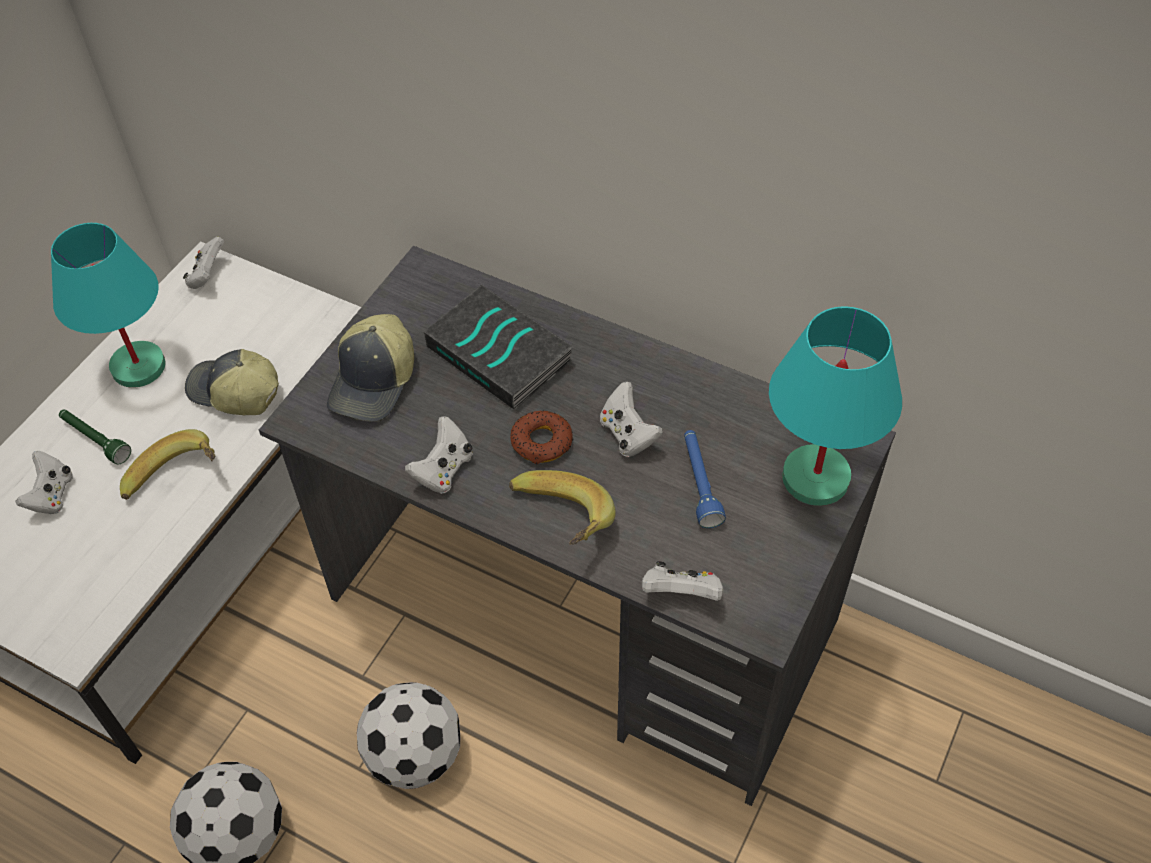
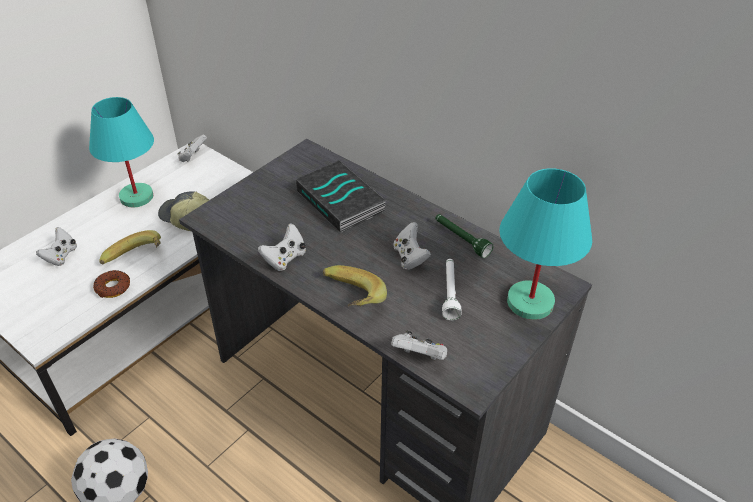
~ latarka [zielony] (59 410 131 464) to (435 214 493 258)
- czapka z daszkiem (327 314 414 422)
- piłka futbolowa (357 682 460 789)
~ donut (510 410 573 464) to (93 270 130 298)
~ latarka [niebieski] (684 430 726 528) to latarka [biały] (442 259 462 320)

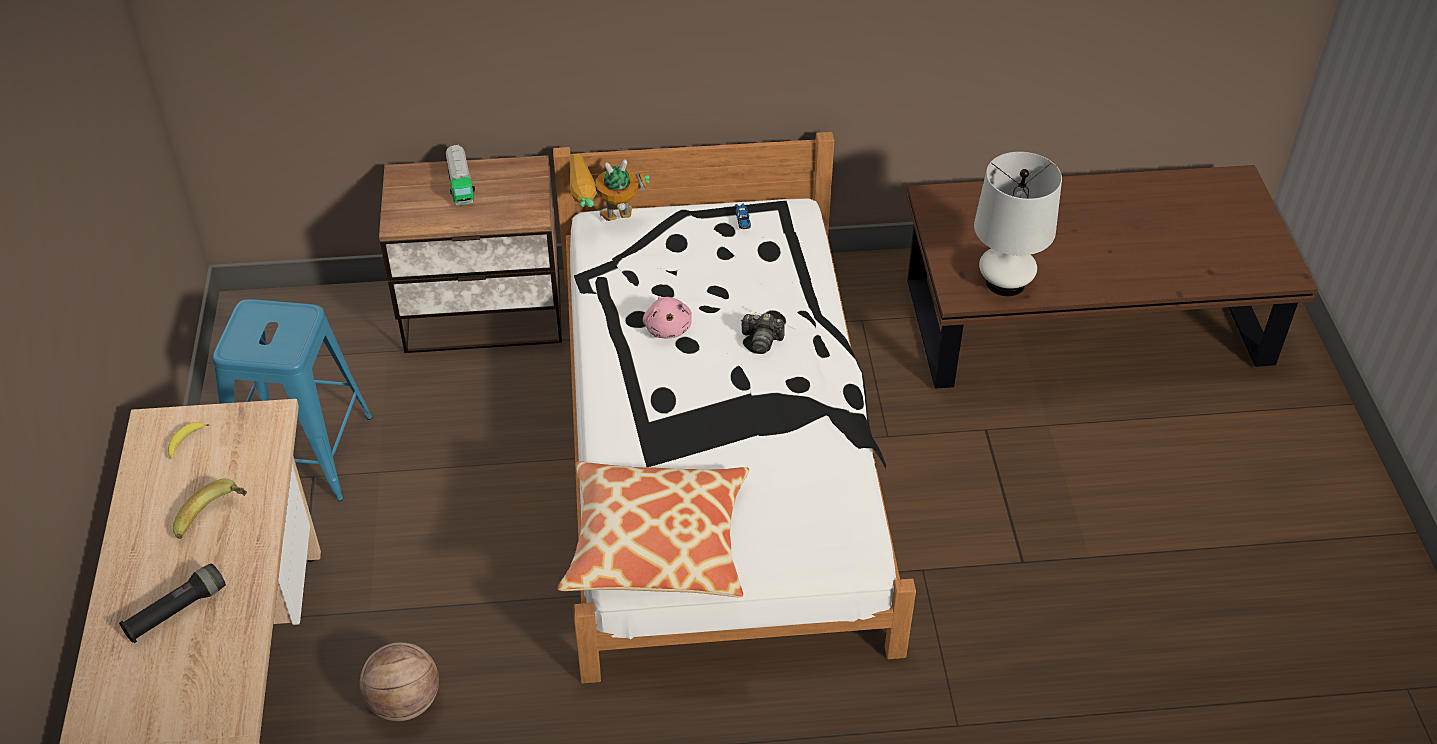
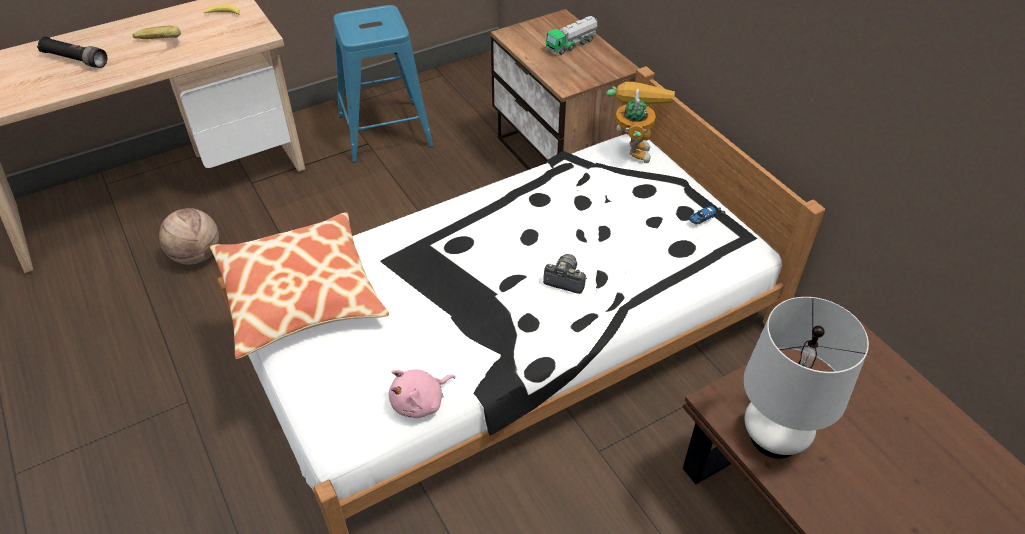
~ robot zabawkowy (570 154 650 221) = (607 82 675 163) 45 degrees clockwise
~ pluszak [różowy] (643 296 692 338) to (389 369 456 418)
~ aparat fotograficzny (741 313 785 354) = (543 254 587 294) 120 degrees clockwise

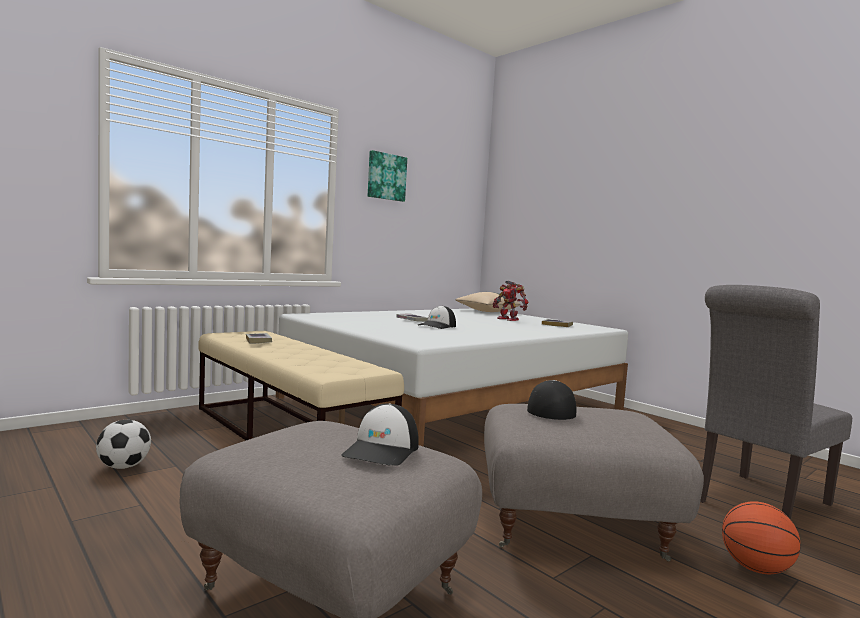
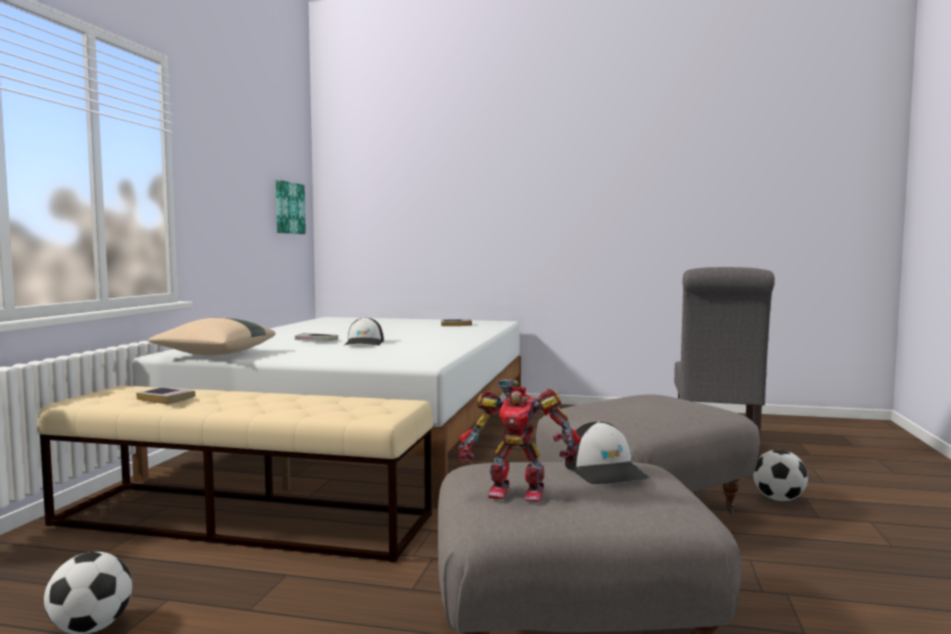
~ obraz (368 150 407 202) to (276 180 306 234)
~ poduszka [beżowy] (455 292 521 312) to (148 318 276 355)
~ robot zabawkowy (493 281 528 321) to (458 379 581 502)
- czapka z daszkiem (527 380 576 420)
~ piłka do koszykówki (722 501 801 574) to piłka futbolowa (753 450 808 501)

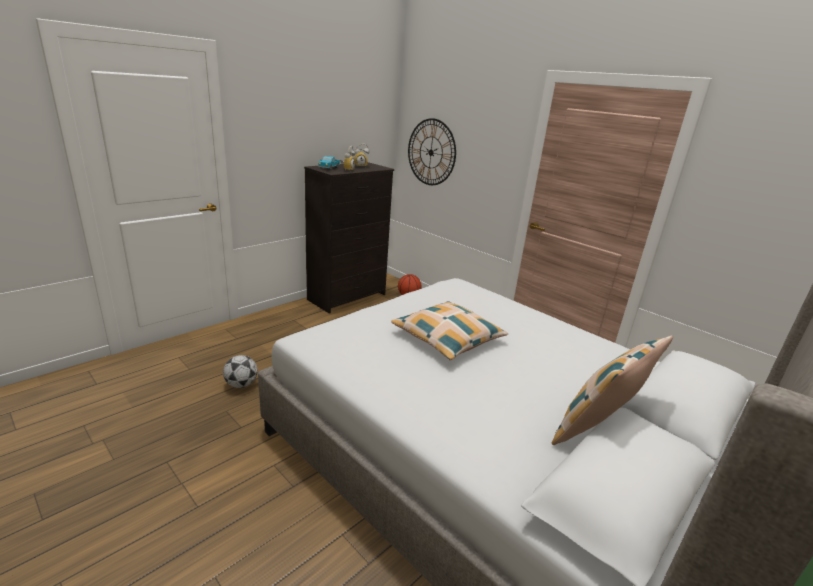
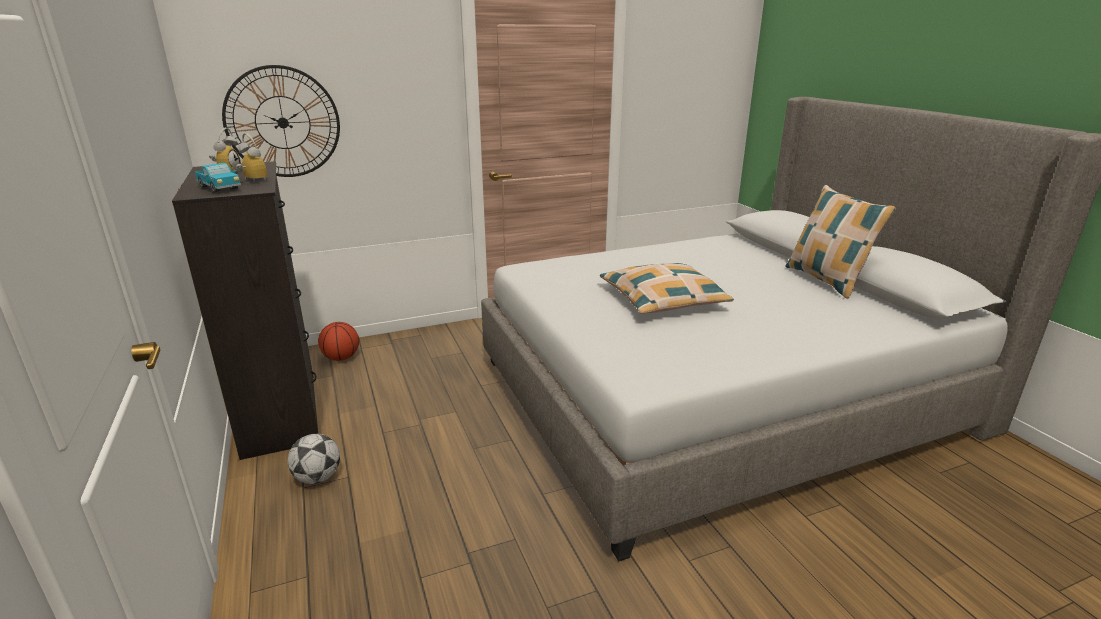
~ piłka futbolowa (223 355 257 388) to (288 434 340 484)

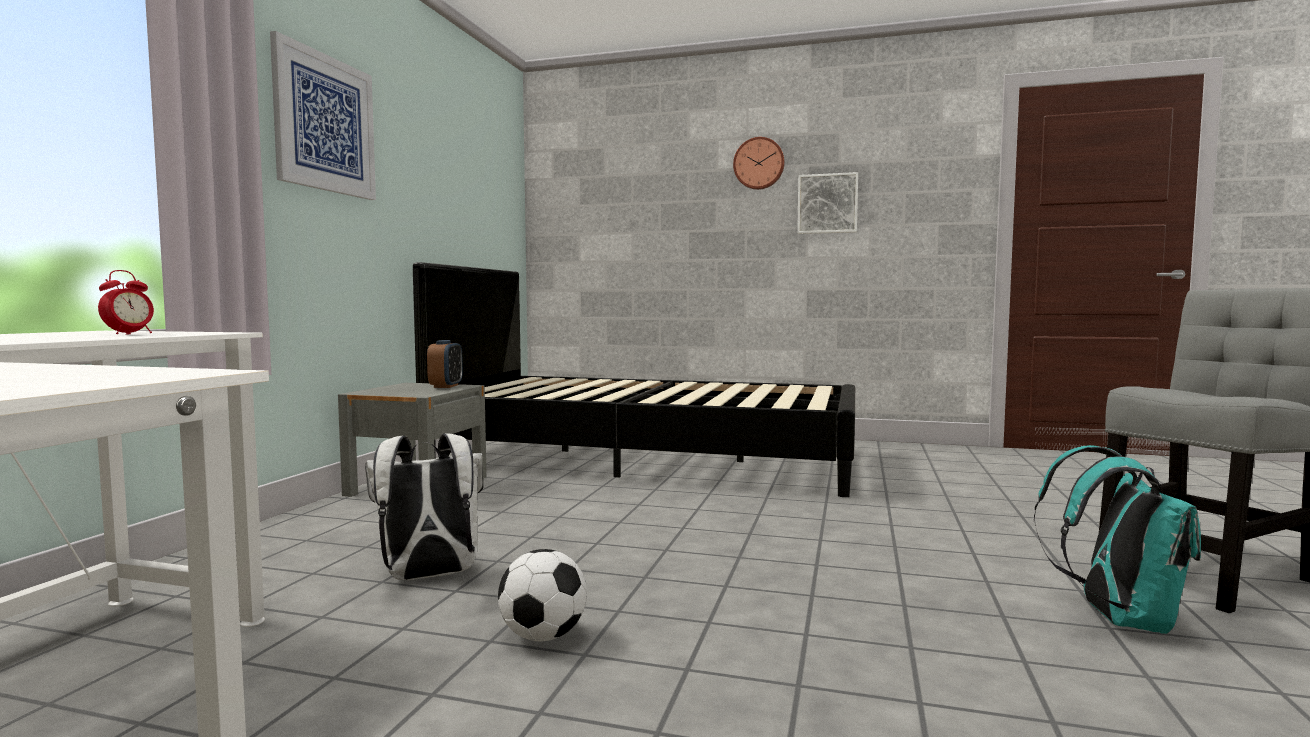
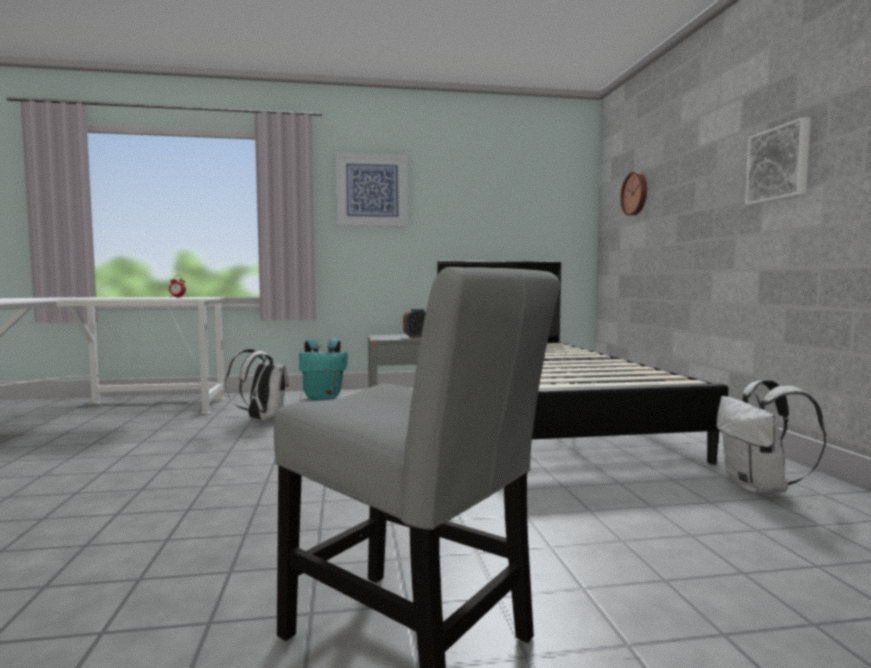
- piłka futbolowa (498 549 587 641)
~ zegar ścienny (733 137 785 190) to (621 172 647 216)
~ plecak [turkusowy] (1034 445 1201 634) to (299 338 348 400)
+ plecak [biały] (717 379 826 493)

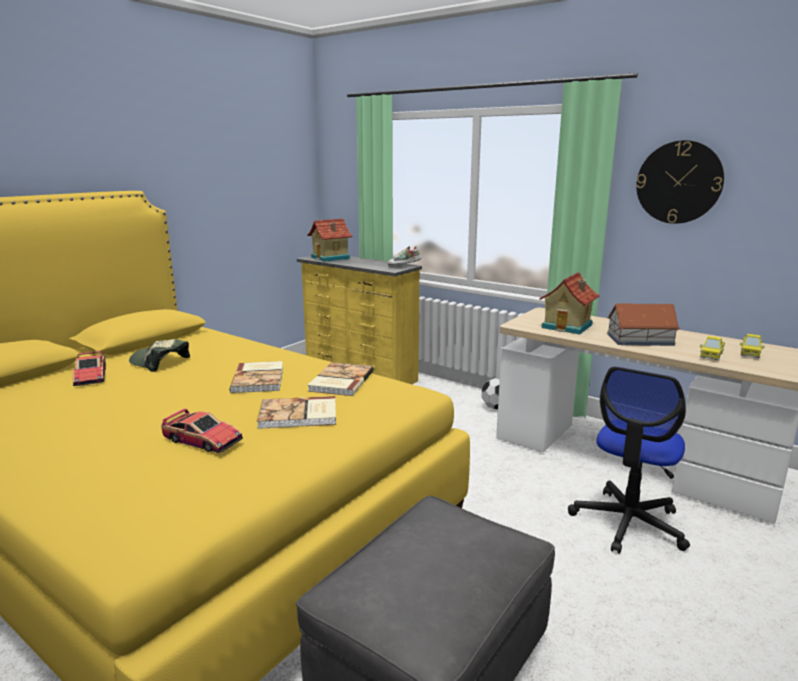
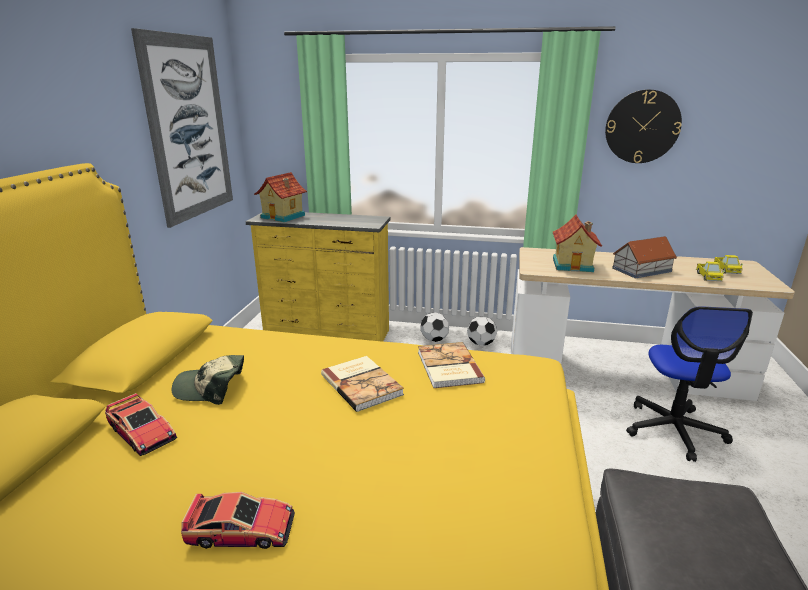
~ samochodzik (161 408 243 453) to (181 492 295 549)
- książka (257 396 336 429)
- but (388 246 421 267)
+ obraz (131 28 233 228)
+ piłka futbolowa (421 312 449 342)

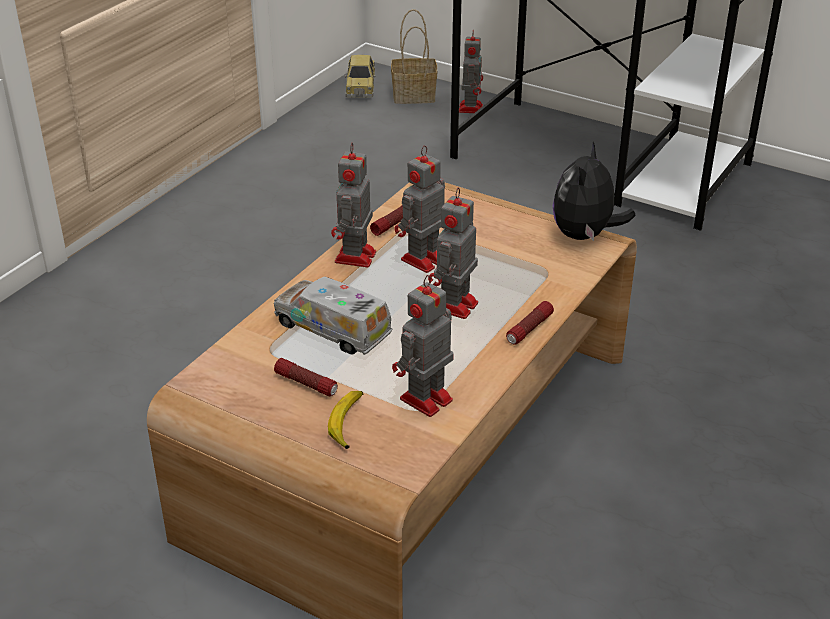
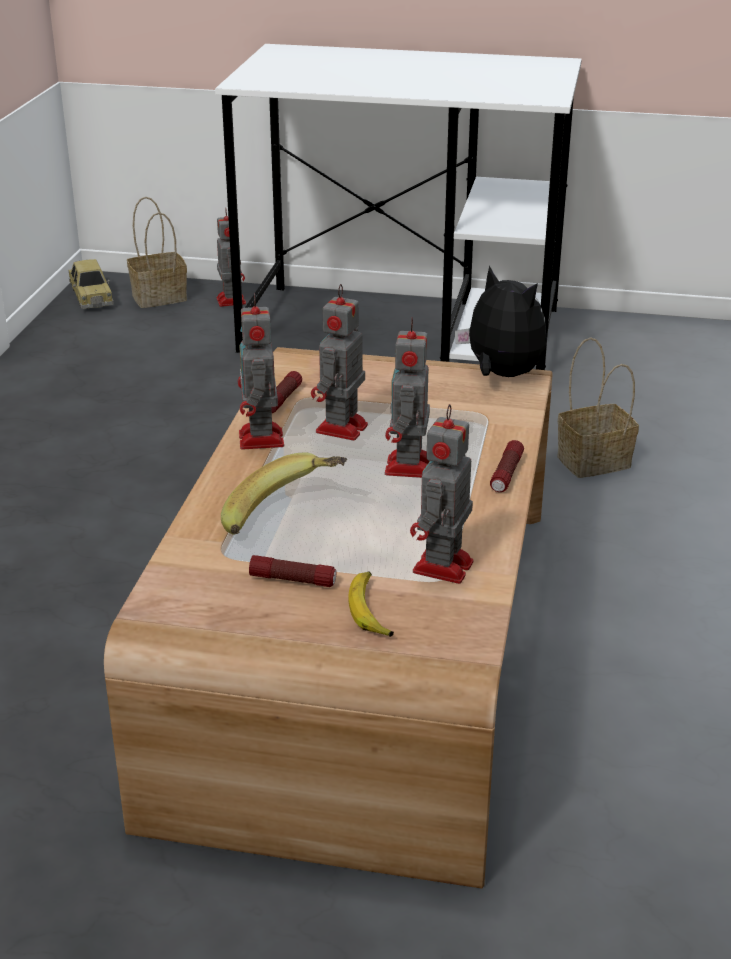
~ ciężarówka zabawkowa (274 277 393 355) to banan (221 452 347 535)
~ pluszak (553 142 635 241) = (455 266 547 377) 135 degrees clockwise
+ koszyk (557 337 639 478)

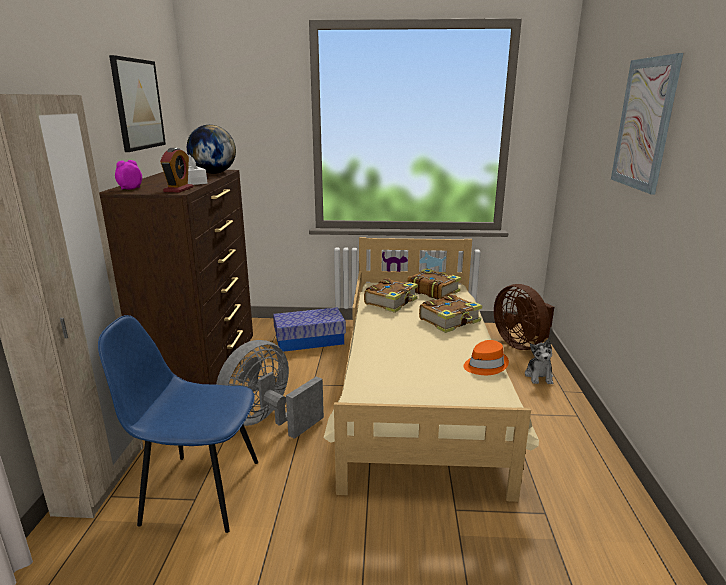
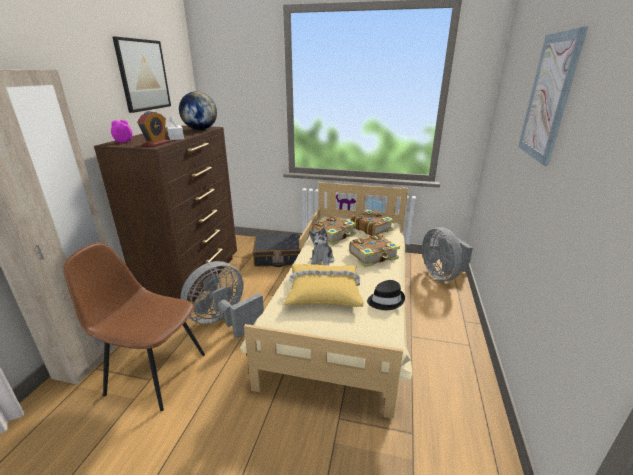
~ krzesło [niebieski] (98 315 258 533) to krzesło [brązowy] (63 242 205 411)
~ pojemnik do przechowywania (273 307 346 352) to walizka [czarny] (253 234 301 267)
~ kapelusz [pomarańczowy] (464 340 509 375) to kapelusz [czarny] (367 280 405 310)
~ wentylator [brązowy] (494 284 554 350) to wentylator [szary] (422 227 473 281)
~ pluszak (525 339 553 384) to (309 227 334 266)
+ poduszka [żółty] (284 264 363 307)

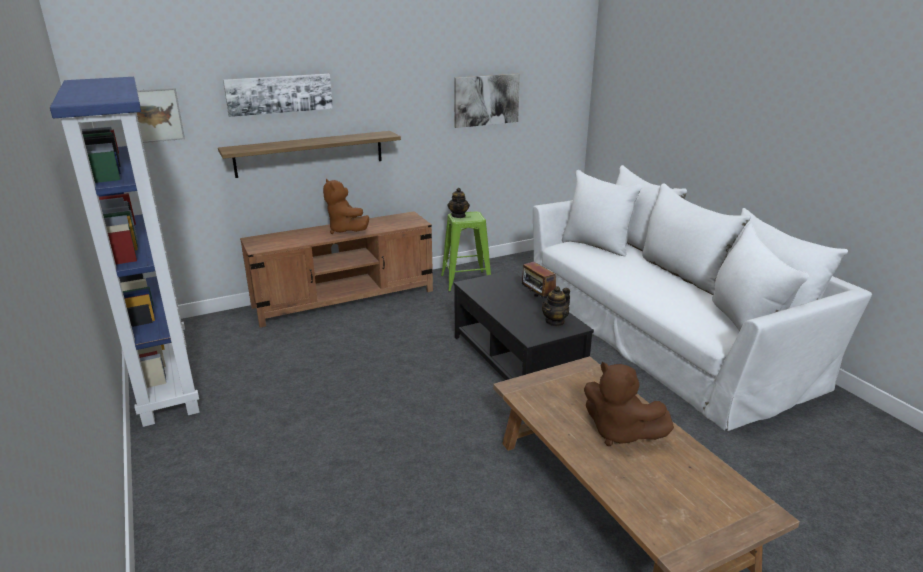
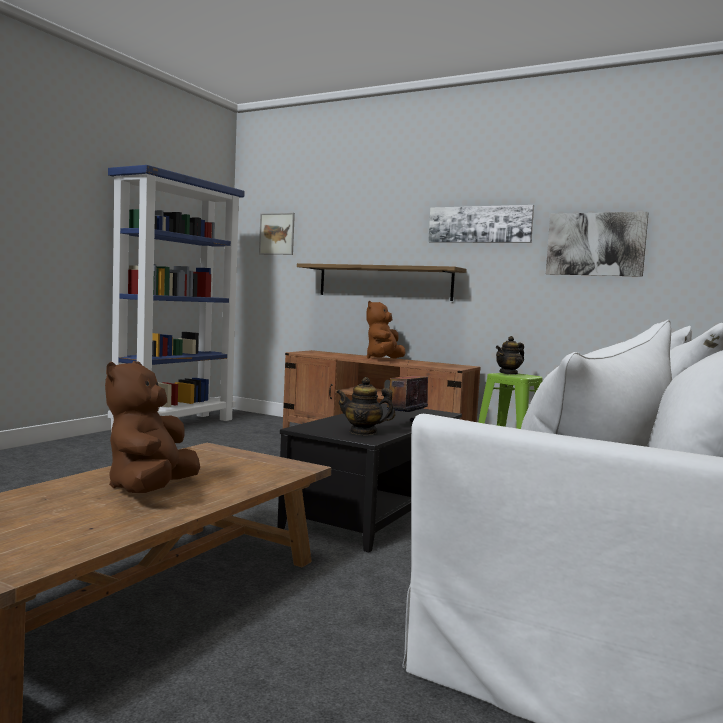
~ obraz (223 74 333 117) to (428 205 534 243)

